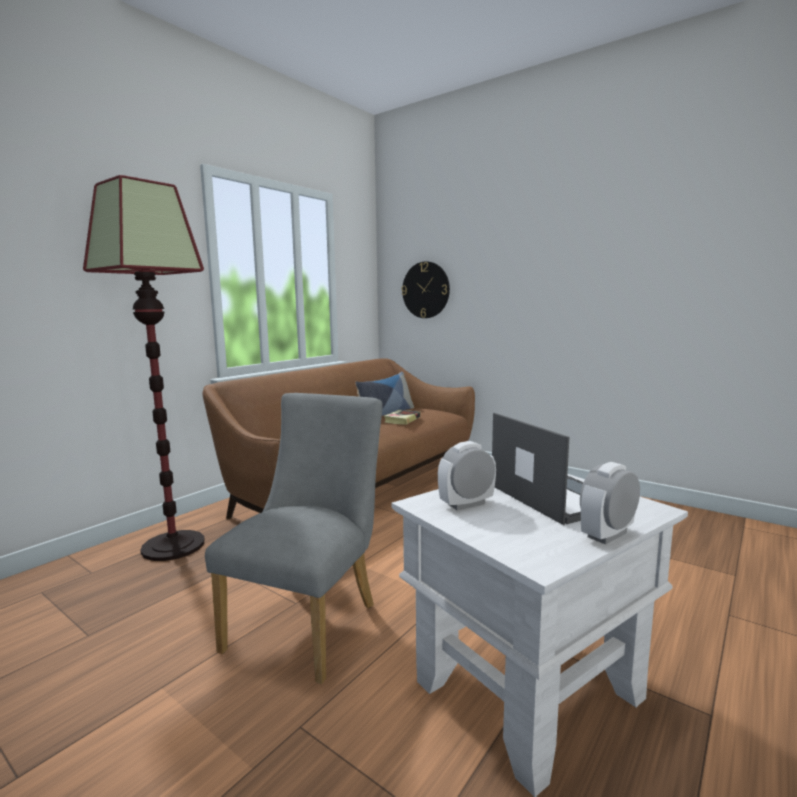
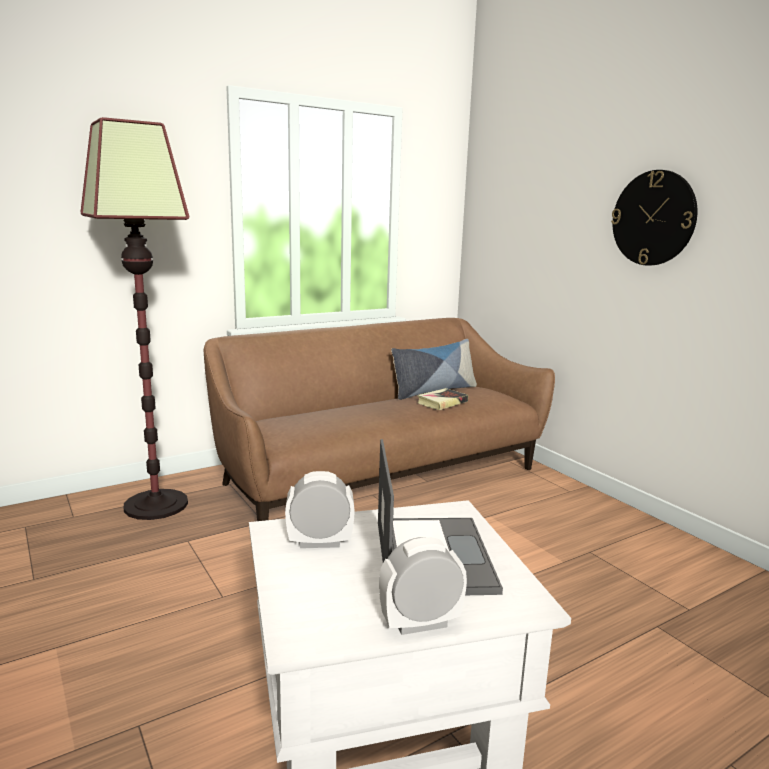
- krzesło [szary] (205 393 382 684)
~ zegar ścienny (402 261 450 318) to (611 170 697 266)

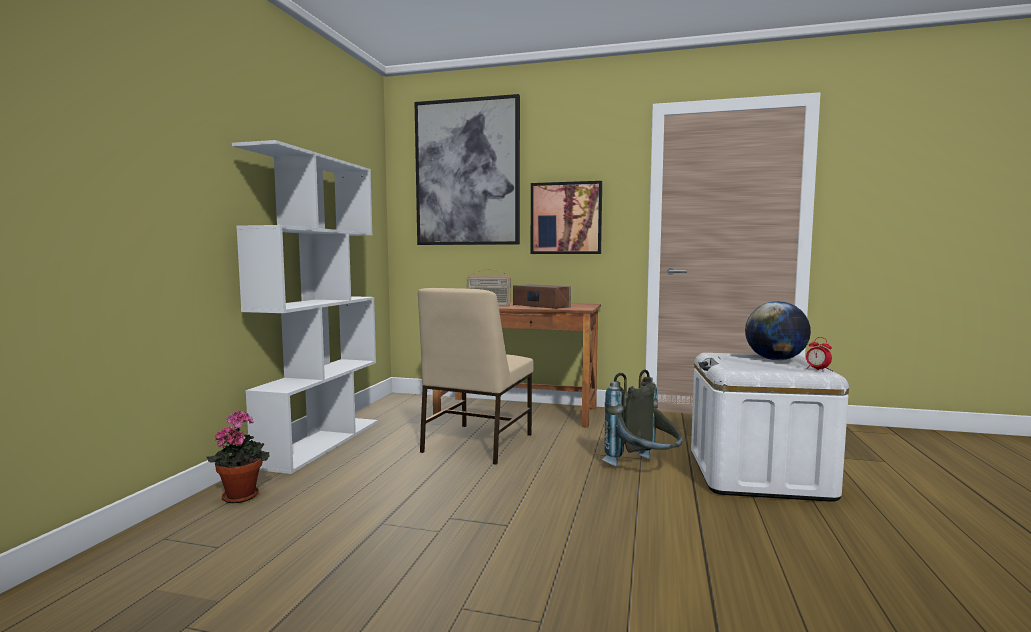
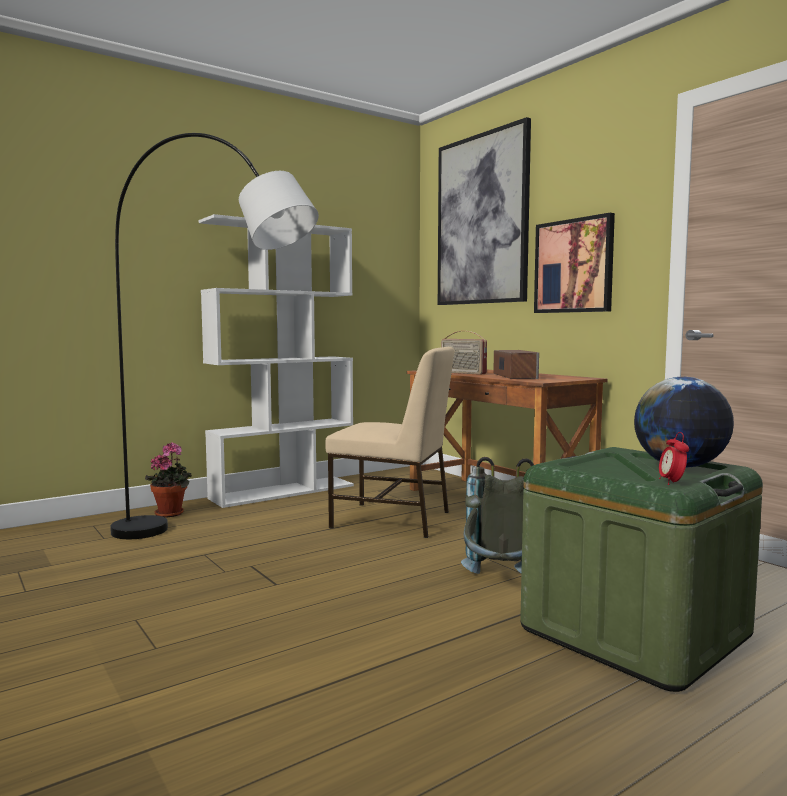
~ krzesło [beżowy] (418 288 534 465) = (325 347 454 538) 135 degrees counterclockwise
~ pojemnik do przechowywania [biały] (691 353 849 502) to pojemnik do przechowywania [zielony] (520 447 763 692)
+ lampa stojąca [szary] (110 133 319 539)

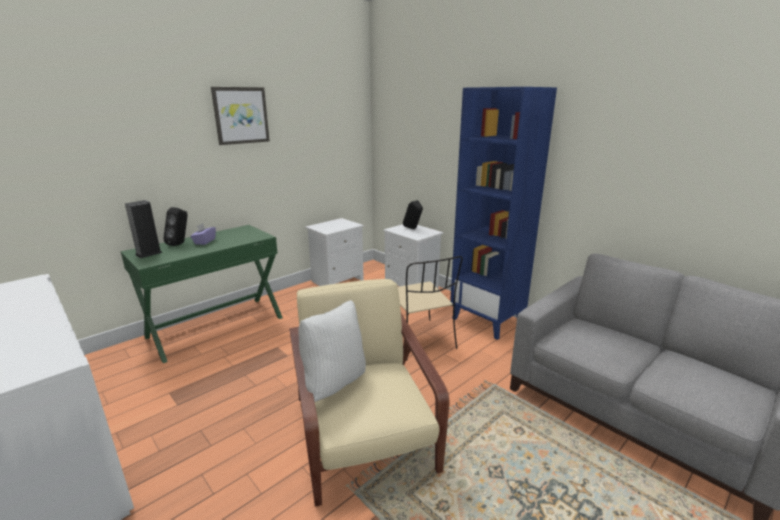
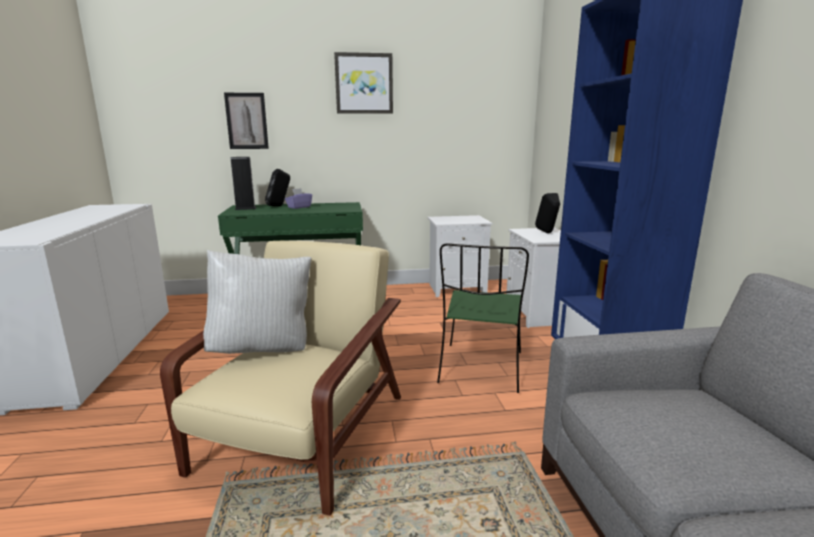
~ krzesło [beżowy] (398 256 463 361) to krzesło [zielony] (437 243 529 393)
+ obraz (224 93 269 149)

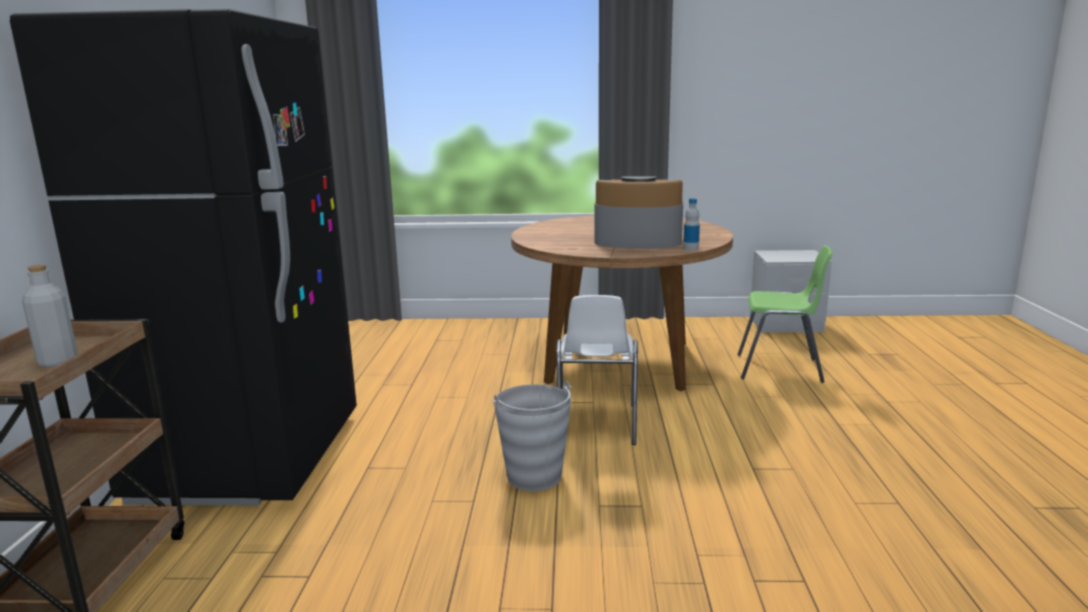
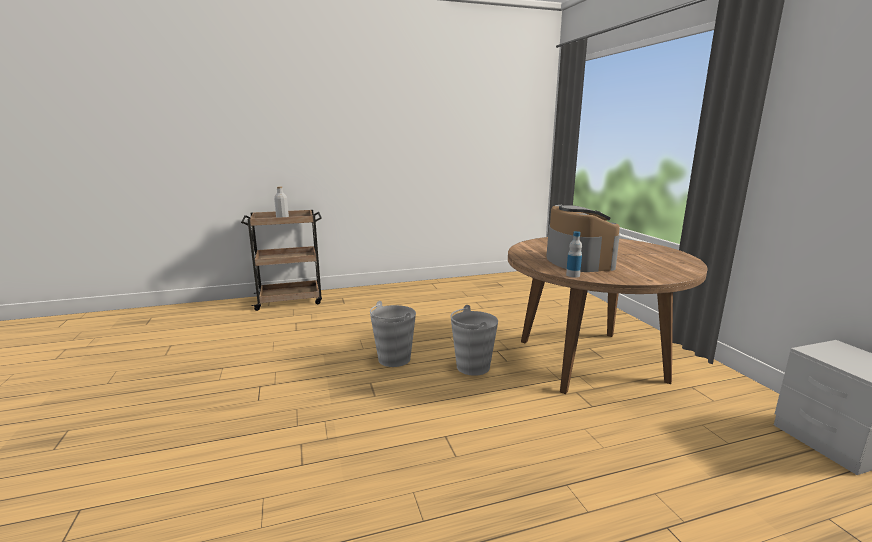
- lodówka [czarny] (10 9 357 505)
~ krzesło [biały] (556 295 638 445) to wiadro [szary] (450 305 498 376)
- krzesło [zielony] (737 246 833 383)

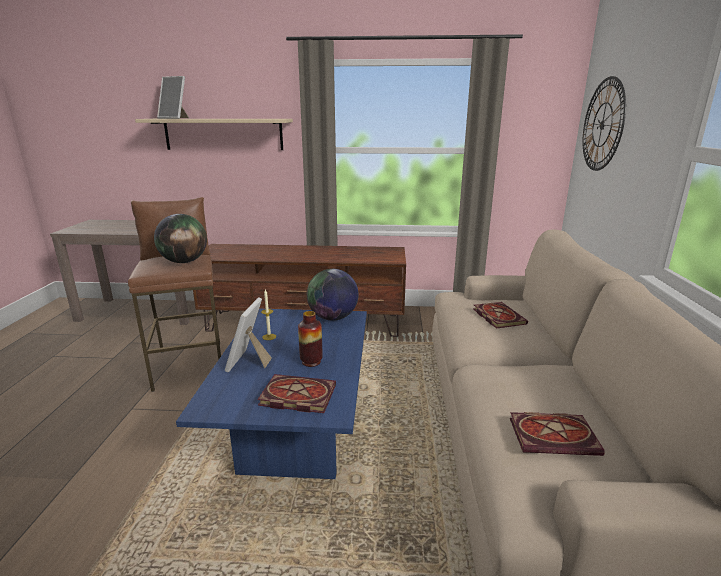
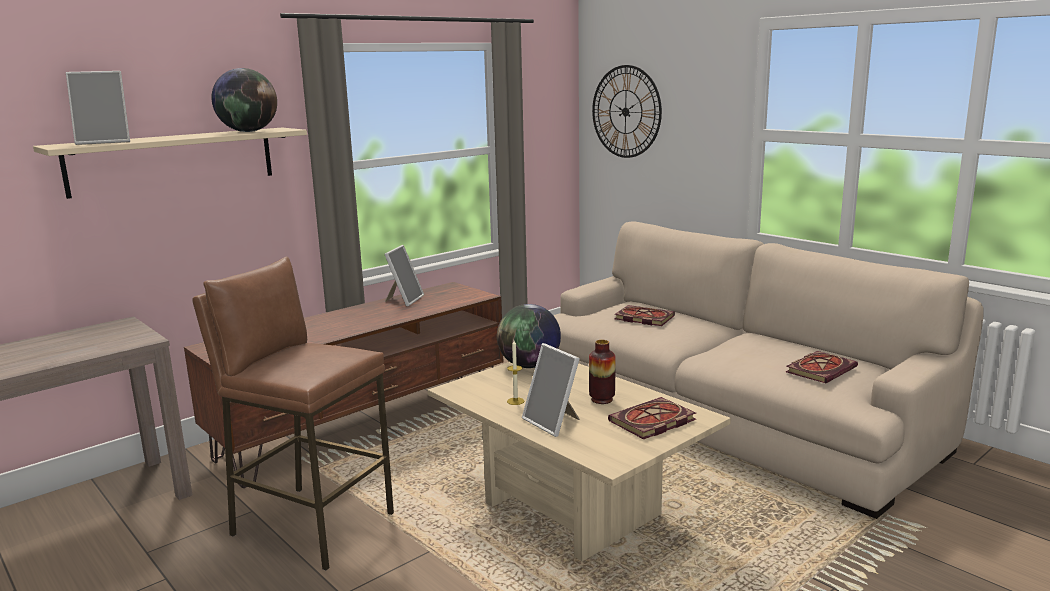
~ globus (154 214 207 263) to (211 68 277 132)
~ ława [niebieski] (176 309 367 479) to ława [beżowy] (428 362 731 561)
+ ramka na zdjęcie (384 245 424 306)

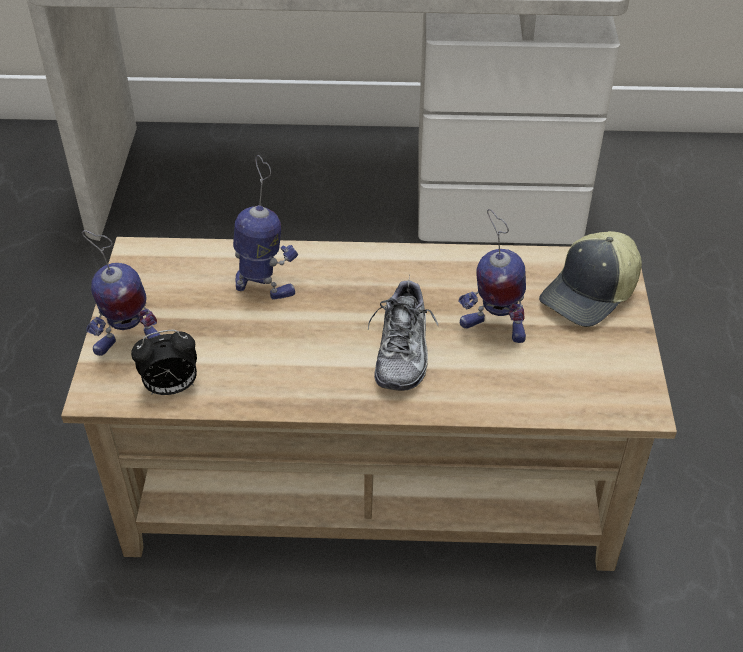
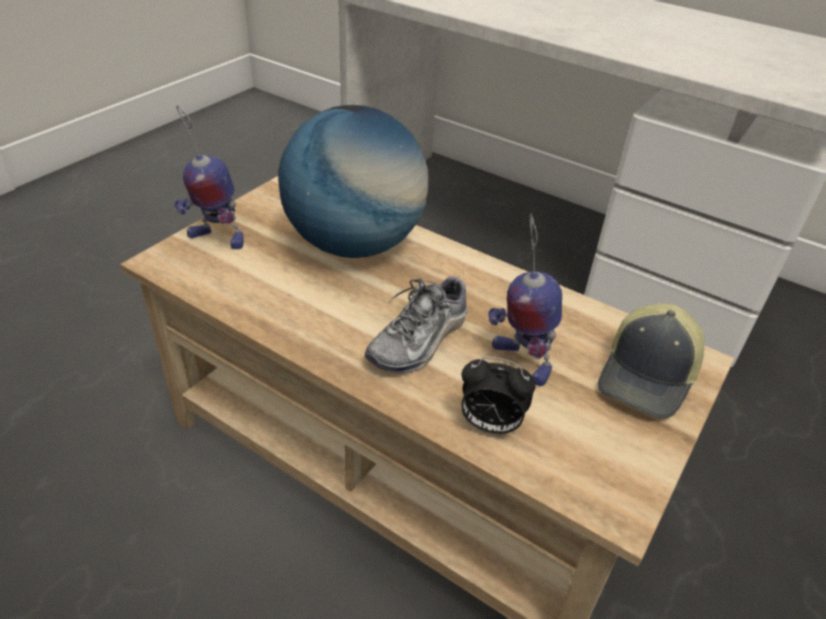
~ budzik (131 330 197 395) to (462 357 536 434)
~ robot zabawkowy (233 155 298 300) to globus (278 105 429 258)
~ czapka z daszkiem (539 231 642 327) = (598 303 704 419) 45 degrees counterclockwise

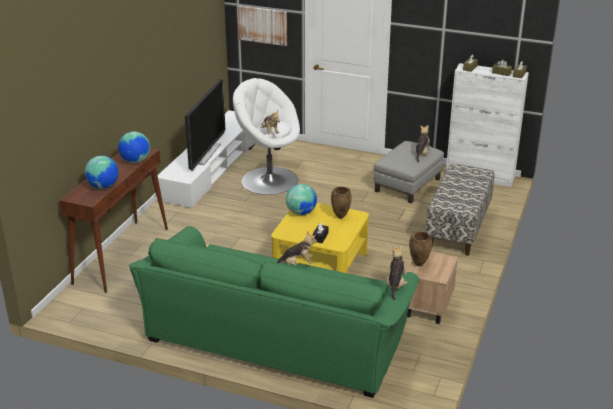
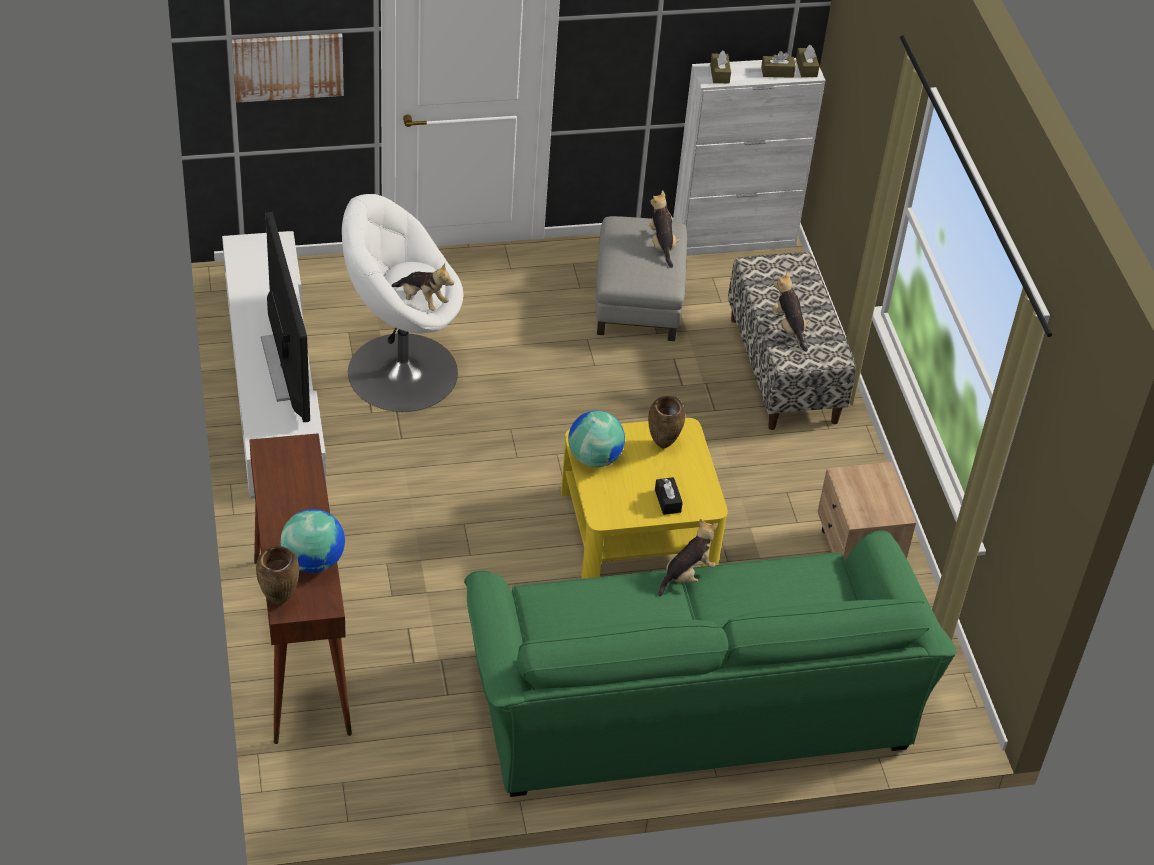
- globus (118 132 150 163)
~ pluszak (386 245 408 300) to (773 271 809 352)
~ wazon [brązowy] (409 232 432 266) to (256 546 299 605)

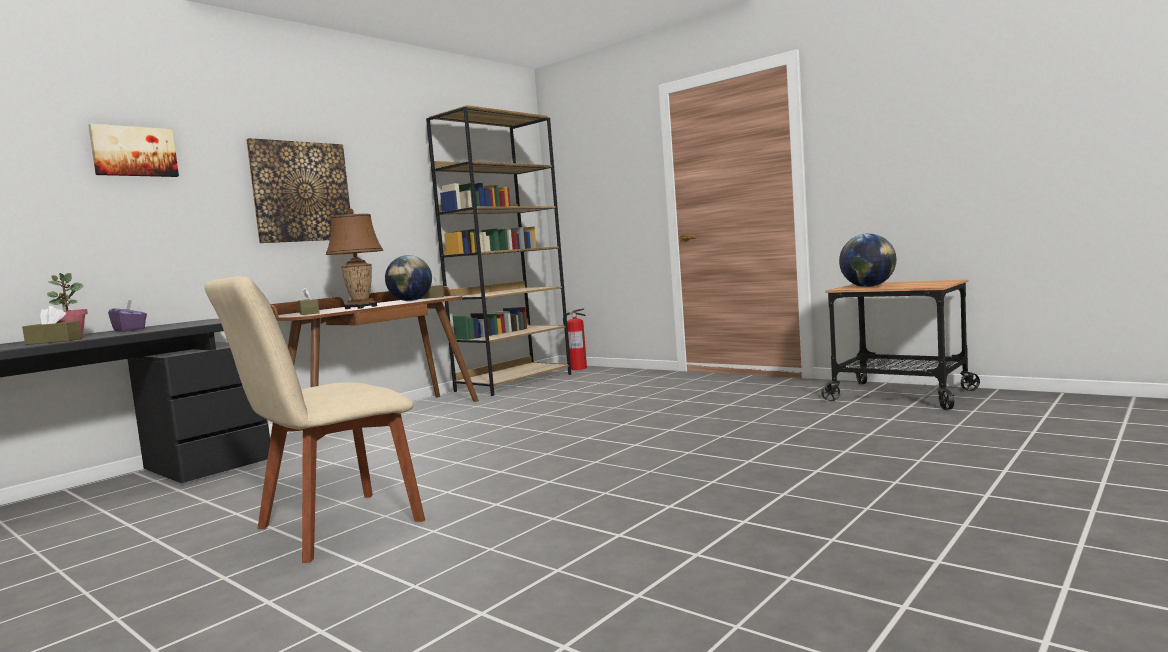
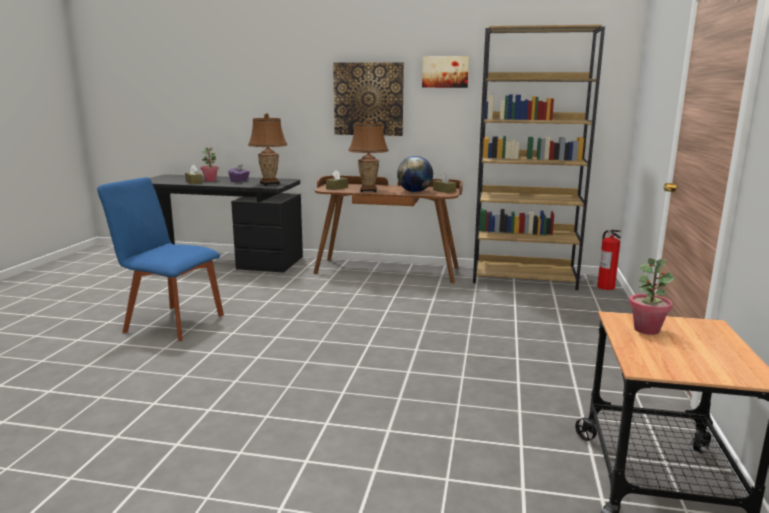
~ obraz (88 124 179 177) to (422 56 469 88)
~ krzesło [beżowy] (204 276 425 563) to krzesło [niebieski] (97 177 224 341)
~ globus (839 234 896 287) to roślina doniczkowa (629 258 674 335)
+ lampa stołowa [brązowy] (248 113 287 186)

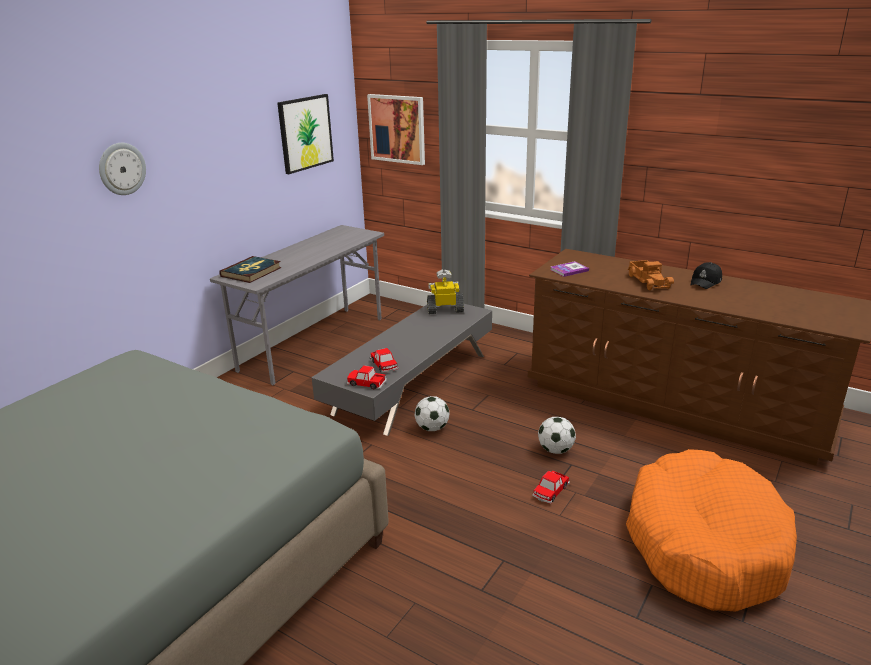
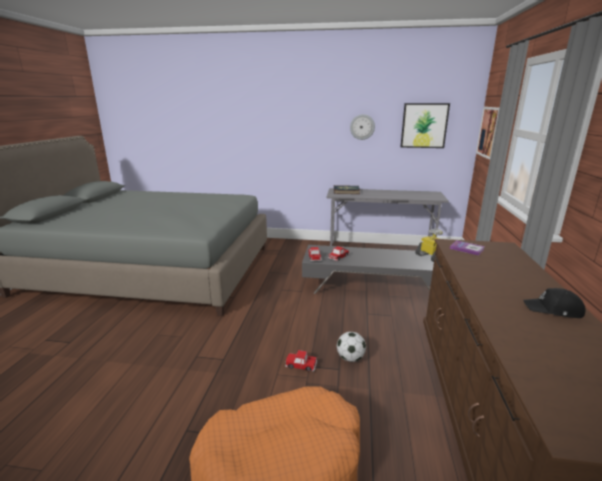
~ zegar ścienny (99 143 146 195) to (350 114 375 140)
- piłka futbolowa (414 396 449 431)
- ciężarówka zabawkowa (628 260 674 290)

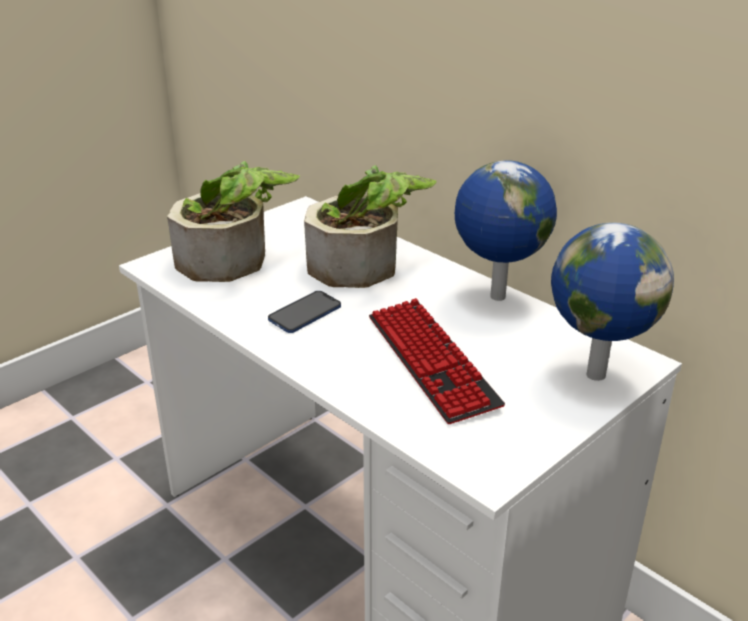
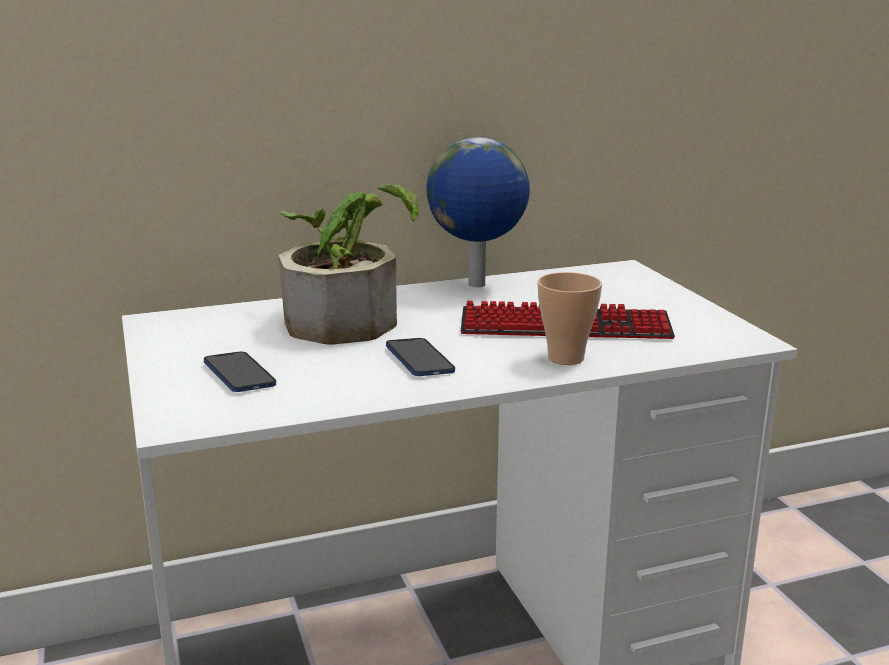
~ roślina doniczkowa (167 161 300 282) to telefon (204 351 276 392)
- globus (551 222 674 381)
+ filiżanka (538 272 602 365)

